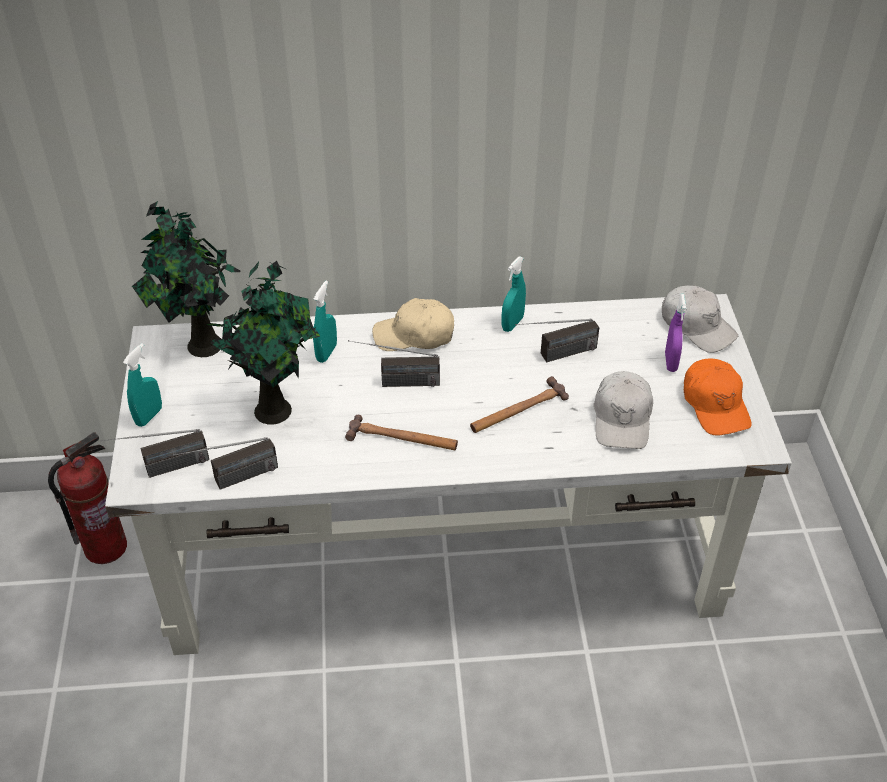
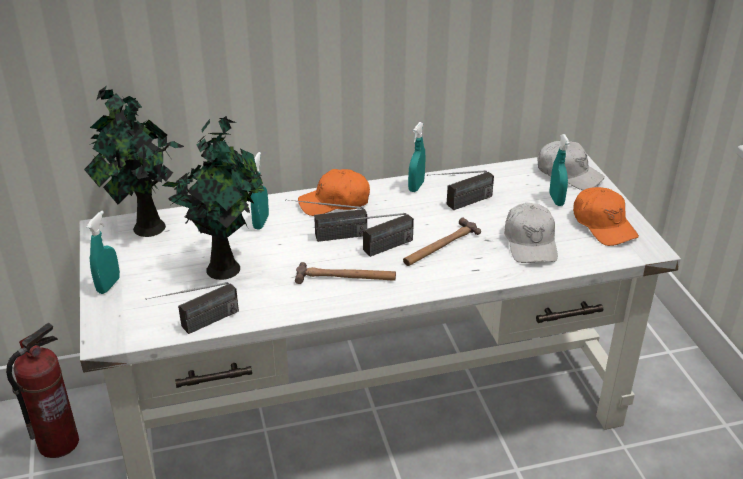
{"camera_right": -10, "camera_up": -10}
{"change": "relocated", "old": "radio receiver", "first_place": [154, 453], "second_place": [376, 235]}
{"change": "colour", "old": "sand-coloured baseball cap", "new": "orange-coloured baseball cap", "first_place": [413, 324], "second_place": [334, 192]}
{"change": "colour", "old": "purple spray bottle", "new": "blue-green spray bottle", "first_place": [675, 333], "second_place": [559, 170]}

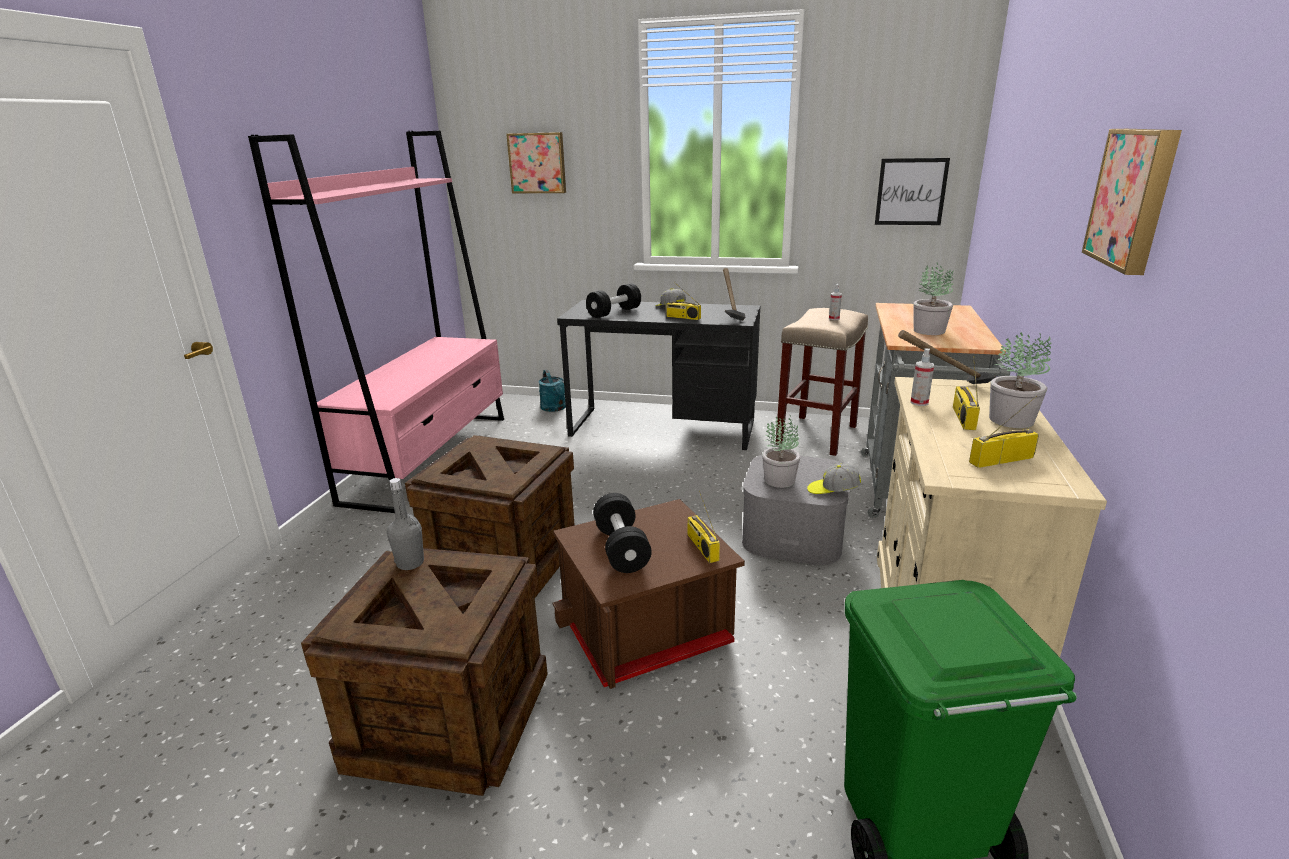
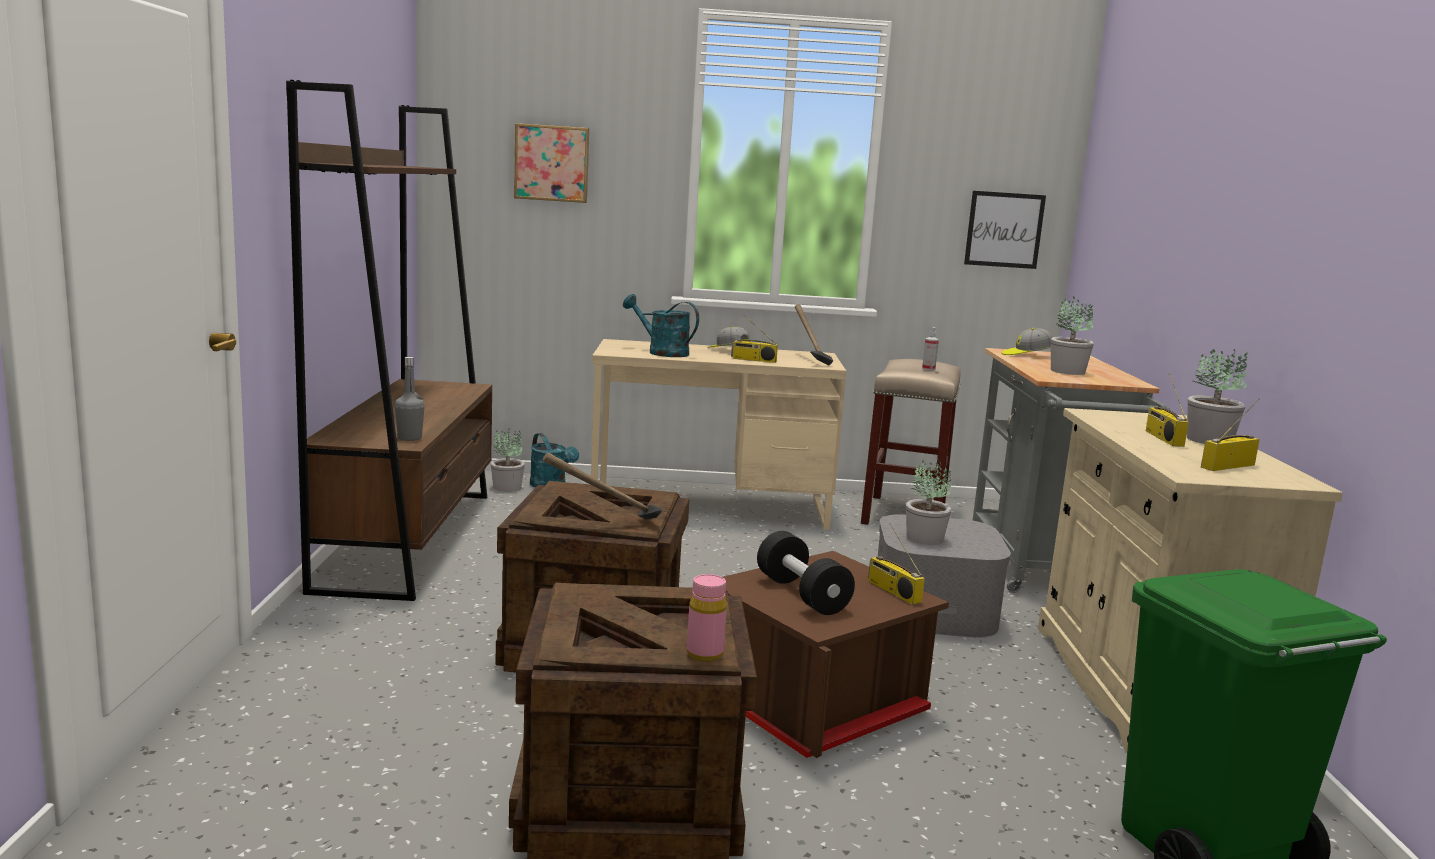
{"camera_right": -15, "camera_up": -10}
{"change": "missing", "old": "spray bottle", "first_place": [922, 377]}
{"change": "missing", "old": "picture", "first_place": [1132, 202]}
{"change": "appeared", "new": "houseplant", "second_place": [507, 460]}
{"change": "appeared", "new": "pinkish beverage bottle", "second_place": [707, 618]}
{"change": "relocated", "old": "greyish beverage bottle", "first_place": [405, 524], "second_place": [410, 399]}
{"change": "relocated", "old": "baseball cap", "first_place": [834, 479], "second_place": [1027, 341]}
{"change": "relocated", "old": "tool hammer", "first_place": [947, 357], "second_place": [603, 486]}
{"change": "exchanged", "old": "blackish dumbbell", "new": "blue-green sprinkling can", "first_place": [613, 300], "second_place": [661, 325]}
{"change": "colour", "old": "pinkish bookcase", "new": "brown bookcase", "first_place": [376, 322], "second_place": [389, 340]}
{"change": "colour", "old": "blackish desk table", "new": "sand-coloured desk table", "first_place": [658, 375], "second_place": [718, 434]}

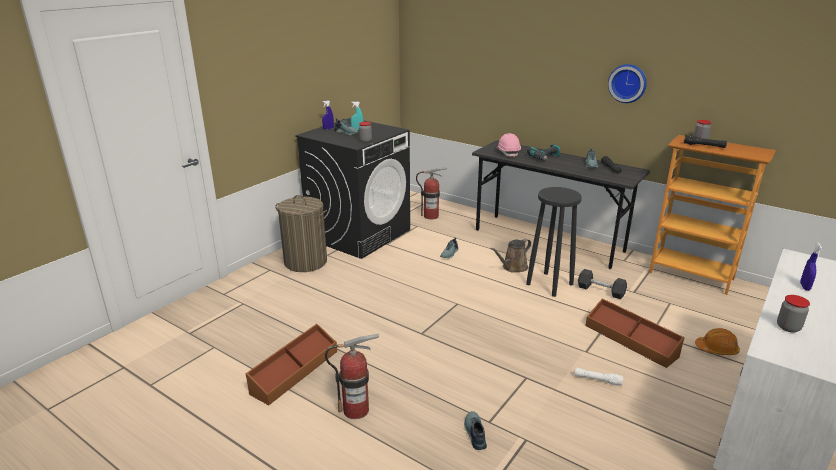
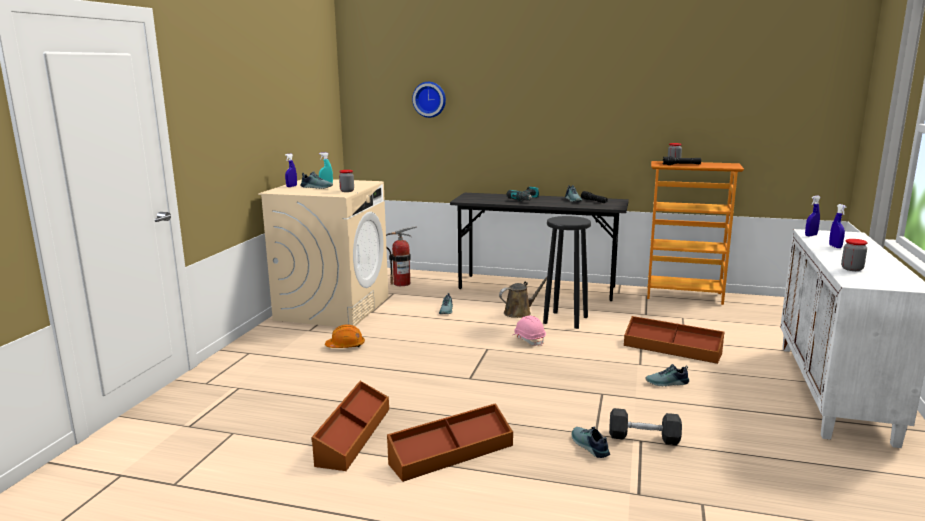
{"camera_right": -20, "camera_up": -10}
{"change": "missing", "old": "laundry basket", "first_place": [301, 233]}
{"change": "appeared", "new": "blue spray bottle", "second_place": [813, 216]}
{"change": "relocated", "old": "pinkish work helmet", "first_place": [508, 145], "second_place": [529, 331]}
{"change": "relocated", "old": "greyish dumbbell", "first_place": [602, 284], "second_place": [645, 426]}
{"change": "relocated", "old": "clock on the wall", "first_place": [627, 83], "second_place": [429, 100]}
{"change": "relocated", "old": "orange-coloured work helmet", "first_place": [717, 341], "second_place": [345, 336]}
{"change": "exchanged", "old": "fire extinguisher", "new": "brown storage box", "first_place": [352, 376], "second_place": [450, 442]}
{"change": "exchanged", "old": "white-coloured hand torch", "new": "item of footwear", "first_place": [599, 377], "second_place": [667, 375]}
{"change": "colour", "old": "blackish washing machine", "new": "sand-coloured washing machine", "first_place": [352, 188], "second_place": [323, 253]}
{"change": "spun", "old": "brown sprinkling can", "first_place": [510, 256], "second_place": [523, 297], "degrees": -150}

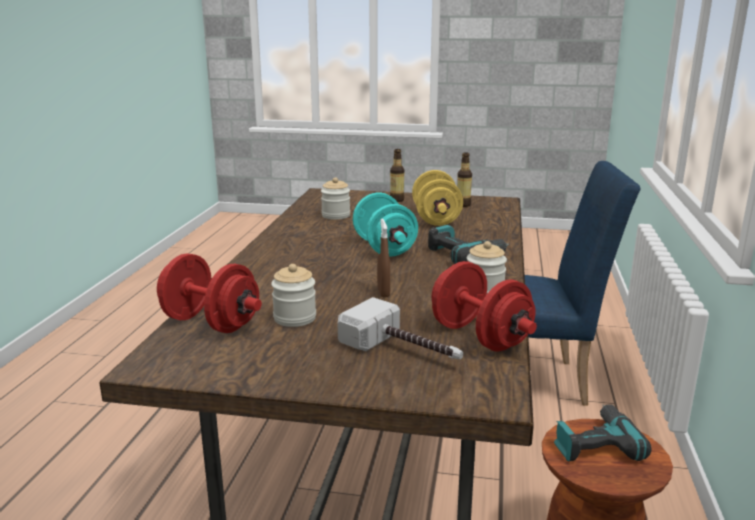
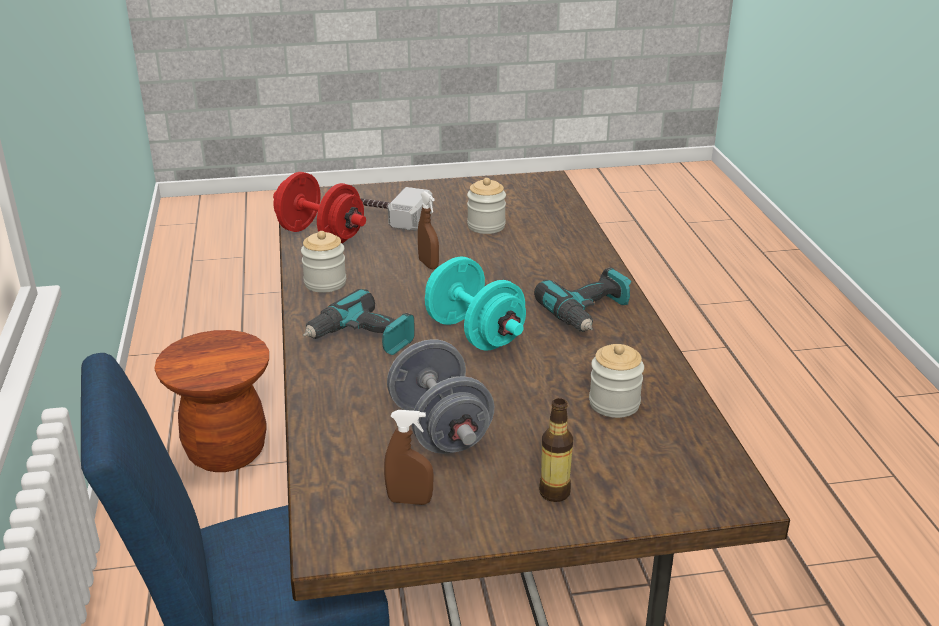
{"camera_right": 160, "camera_up": 10}
{"change": "missing", "old": "red dumbbell", "first_place": [209, 293]}
{"change": "relocated", "old": "drill", "first_place": [603, 433], "second_place": [582, 299]}
{"change": "exchanged", "old": "beverage bottle", "new": "brown spray bottle", "first_place": [464, 179], "second_place": [409, 457]}
{"change": "colour", "old": "yellow-coloured dumbbell", "new": "greyish dumbbell", "first_place": [437, 198], "second_place": [440, 396]}

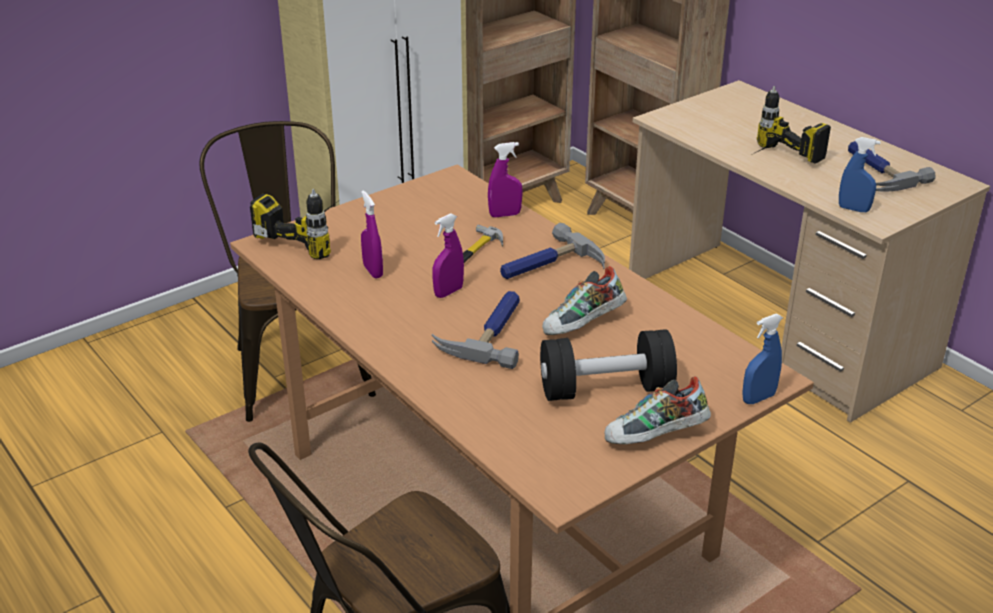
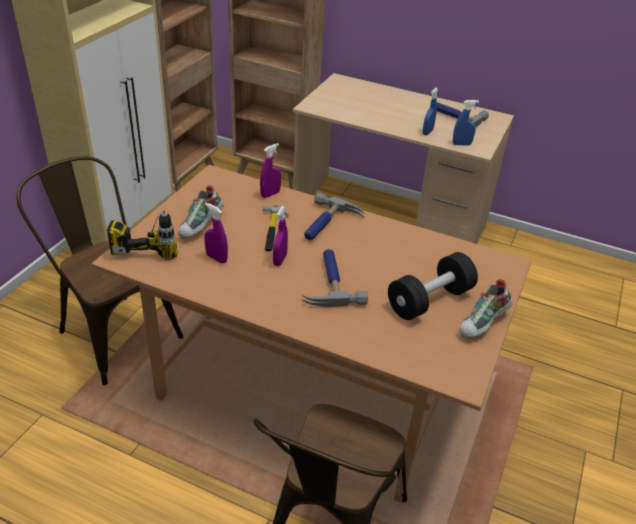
{"camera_right": -30, "camera_up": 5}
{"change": "missing", "old": "drill", "first_place": [792, 125]}
{"change": "relocated", "old": "item of footwear", "first_place": [584, 300], "second_place": [201, 212]}
{"change": "relocated", "old": "blue spray bottle", "first_place": [762, 359], "second_place": [430, 111]}

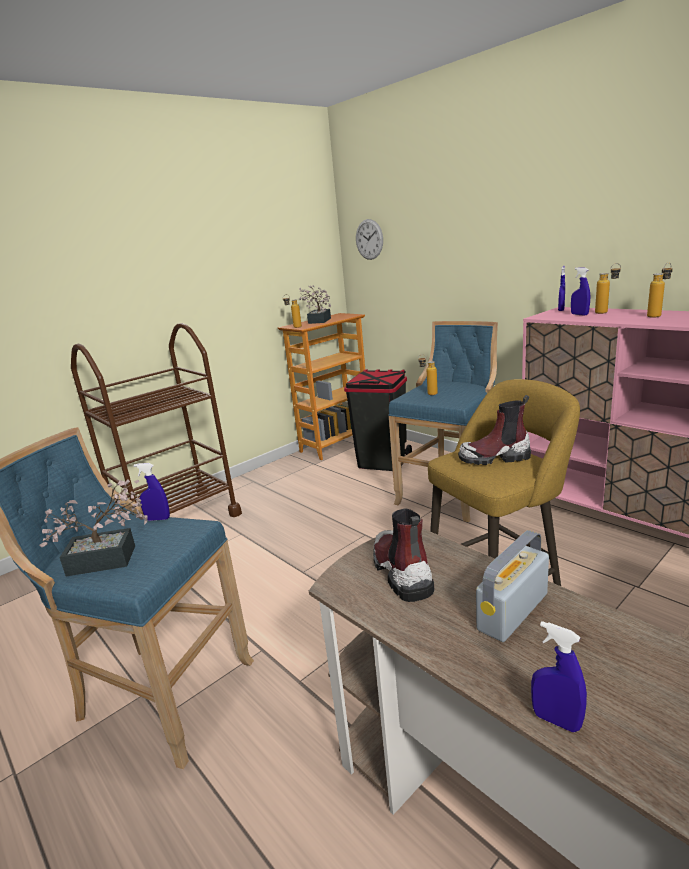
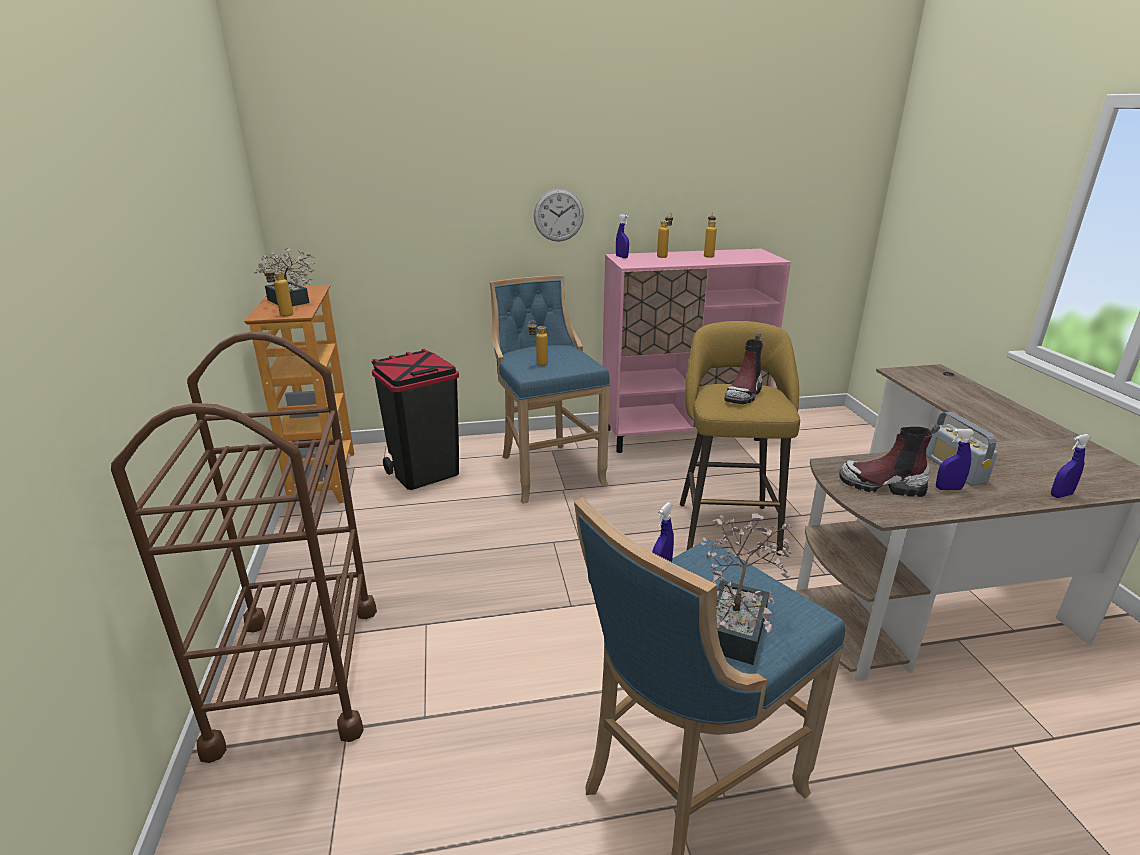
{"camera_right": -60, "camera_up": 5}
{"change": "relocated", "old": "clock on the wall", "first_place": [369, 239], "second_place": [559, 215]}
{"change": "relocated", "old": "blue spray bottle", "first_place": [580, 291], "second_place": [955, 459]}

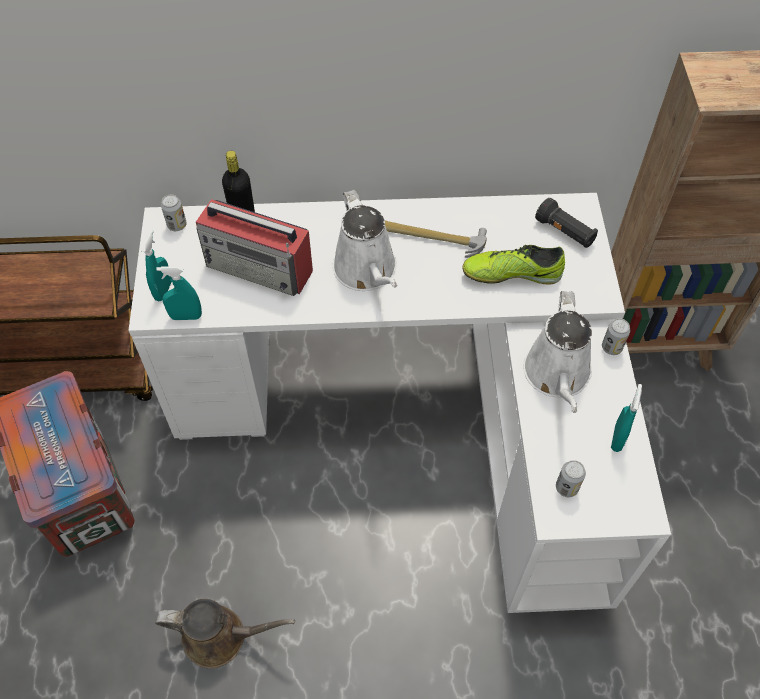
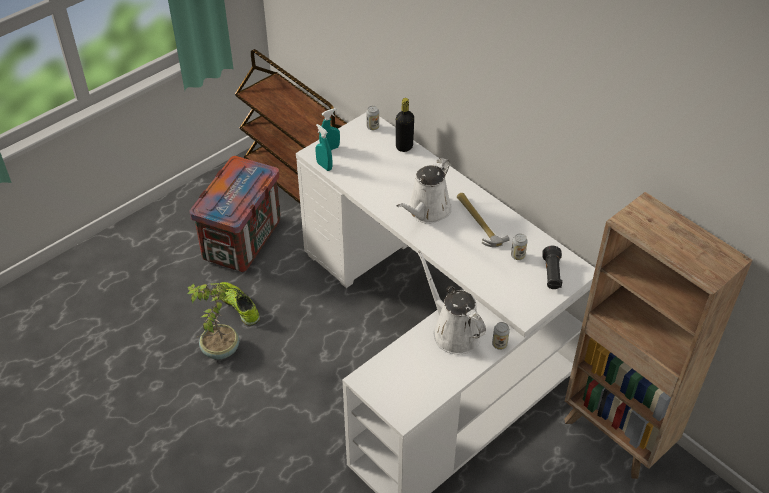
{"camera_right": 50, "camera_up": -10}
{"change": "missing", "old": "radio receiver", "first_place": [254, 247]}
{"change": "missing", "old": "blue-green spray bottle", "first_place": [626, 418]}
{"change": "relocated", "old": "item of footwear", "first_place": [513, 265], "second_place": [238, 304]}
{"change": "relocated", "old": "can", "first_place": [571, 478], "second_place": [519, 246]}
{"change": "exchanged", "old": "brown sprinkling can", "new": "houseplant", "first_place": [225, 634], "second_place": [213, 321]}
{"change": "spun", "old": "white-coloured sprinkling can", "first_place": [557, 352], "second_place": [451, 302], "degrees": 90}

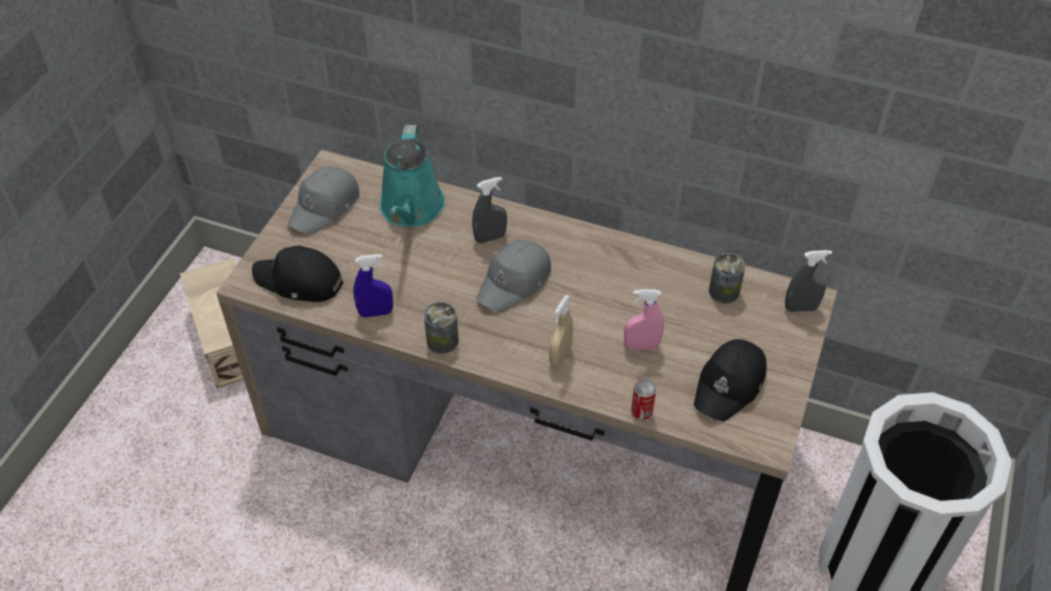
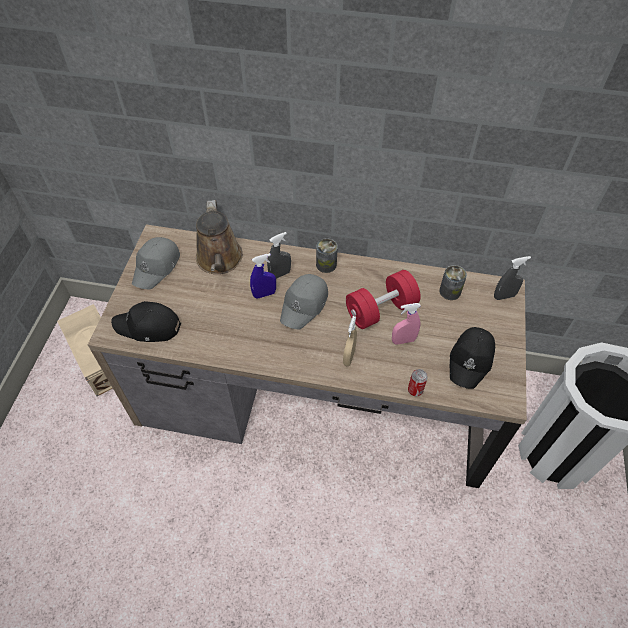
{"camera_right": -10, "camera_up": 5}
{"change": "appeared", "new": "red dumbbell", "second_place": [383, 299]}
{"change": "relocated", "old": "blue spray bottle", "first_place": [373, 286], "second_place": [263, 276]}
{"change": "relocated", "old": "can", "first_place": [441, 328], "second_place": [327, 255]}
{"change": "colour", "old": "blue-green sprinkling can", "new": "brown sprinkling can", "first_place": [412, 176], "second_place": [219, 237]}

